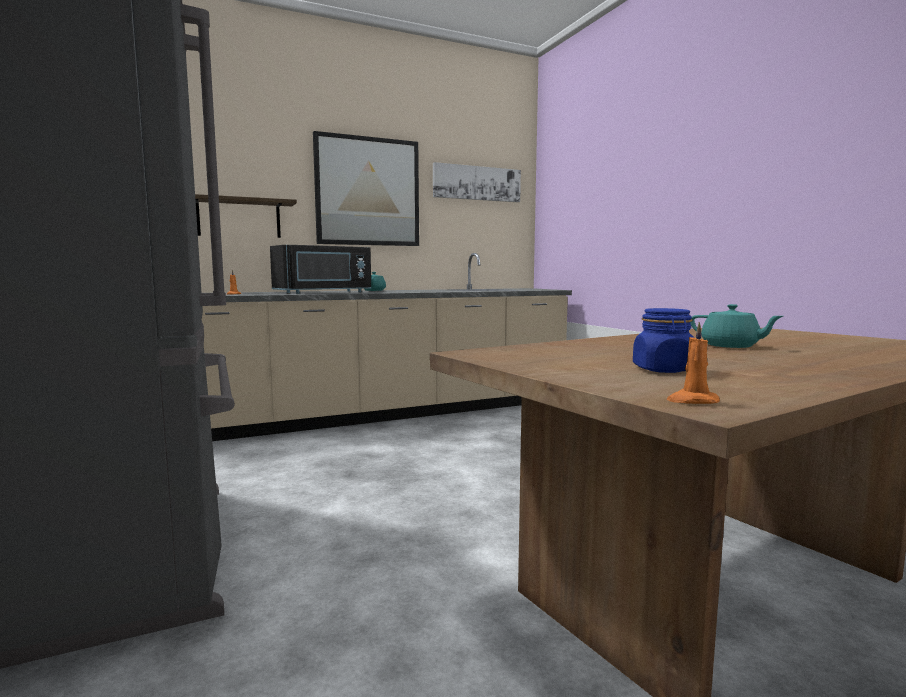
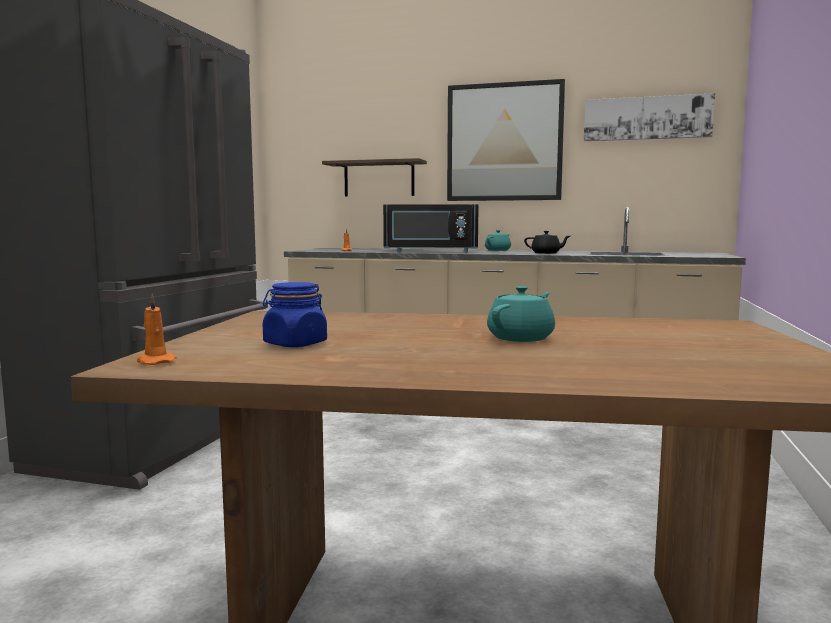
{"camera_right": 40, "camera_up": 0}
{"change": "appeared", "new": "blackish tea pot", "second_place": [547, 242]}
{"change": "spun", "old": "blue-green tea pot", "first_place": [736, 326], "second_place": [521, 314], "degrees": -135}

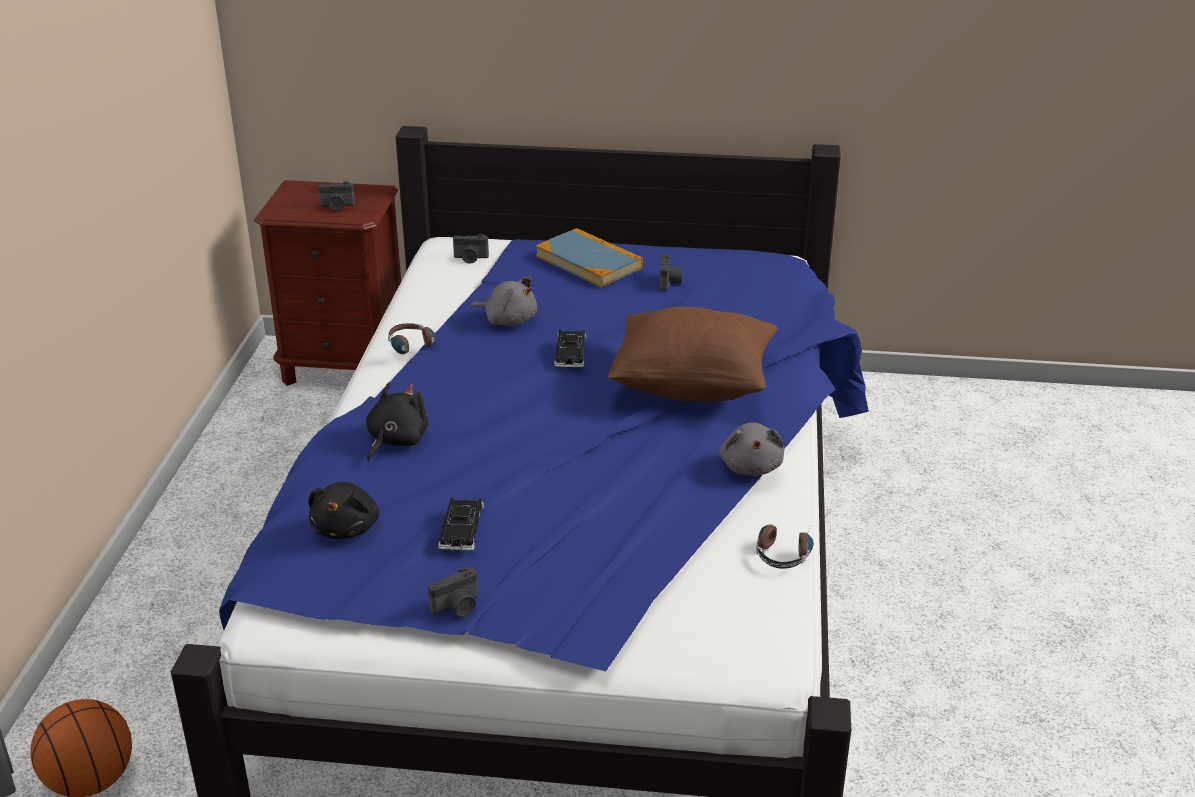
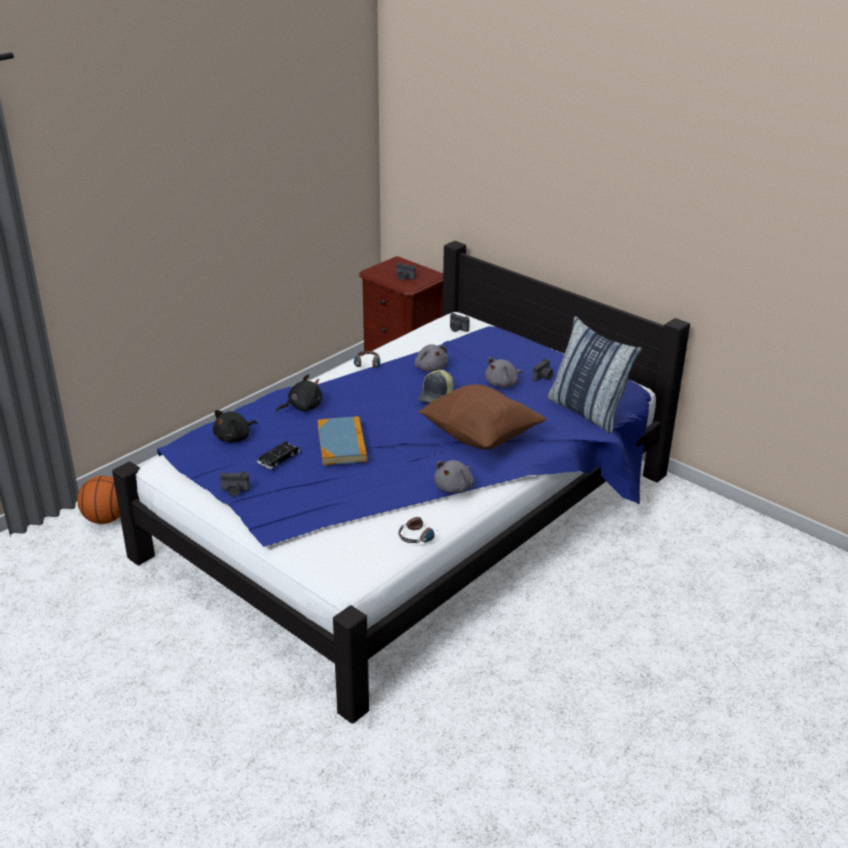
{"camera_right": 35, "camera_up": 0}
{"change": "appeared", "new": "greyish plush toy", "second_place": [504, 372]}
{"change": "appeared", "new": "pillow", "second_place": [594, 375]}
{"change": "relocated", "old": "volume", "first_place": [589, 257], "second_place": [342, 440]}
{"change": "exchanged", "old": "blackish toy car", "new": "baseball cap", "first_place": [570, 348], "second_place": [435, 386]}

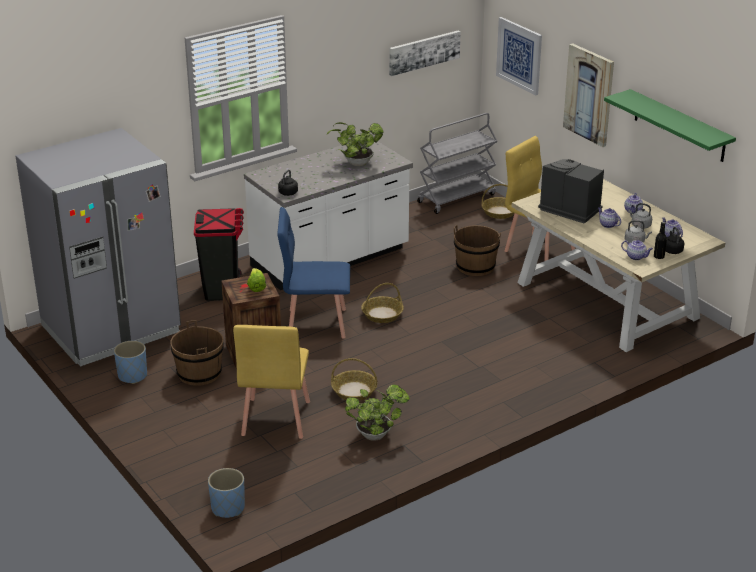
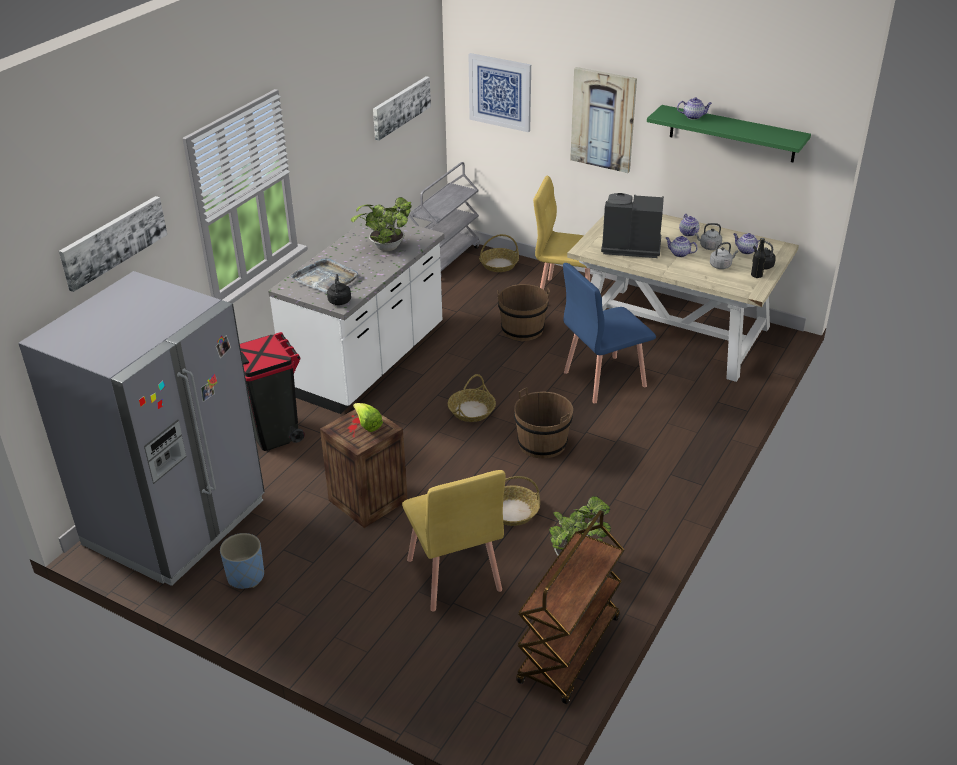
{"camera_right": -25, "camera_up": 5}
{"change": "missing", "old": "blue flower pot", "first_place": [226, 493]}
{"change": "appeared", "new": "picture", "second_place": [113, 244]}
{"change": "appeared", "new": "greyish carrying tray", "second_place": [324, 275]}
{"change": "appeared", "new": "brown cart", "second_place": [570, 607]}
{"change": "relocated", "old": "brown pail", "first_place": [197, 353], "second_place": [543, 423]}
{"change": "relocated", "old": "blue upright chair", "first_place": [313, 273], "second_place": [609, 333]}
{"change": "relocated", "old": "tea pot", "first_place": [637, 250], "second_place": [694, 108]}

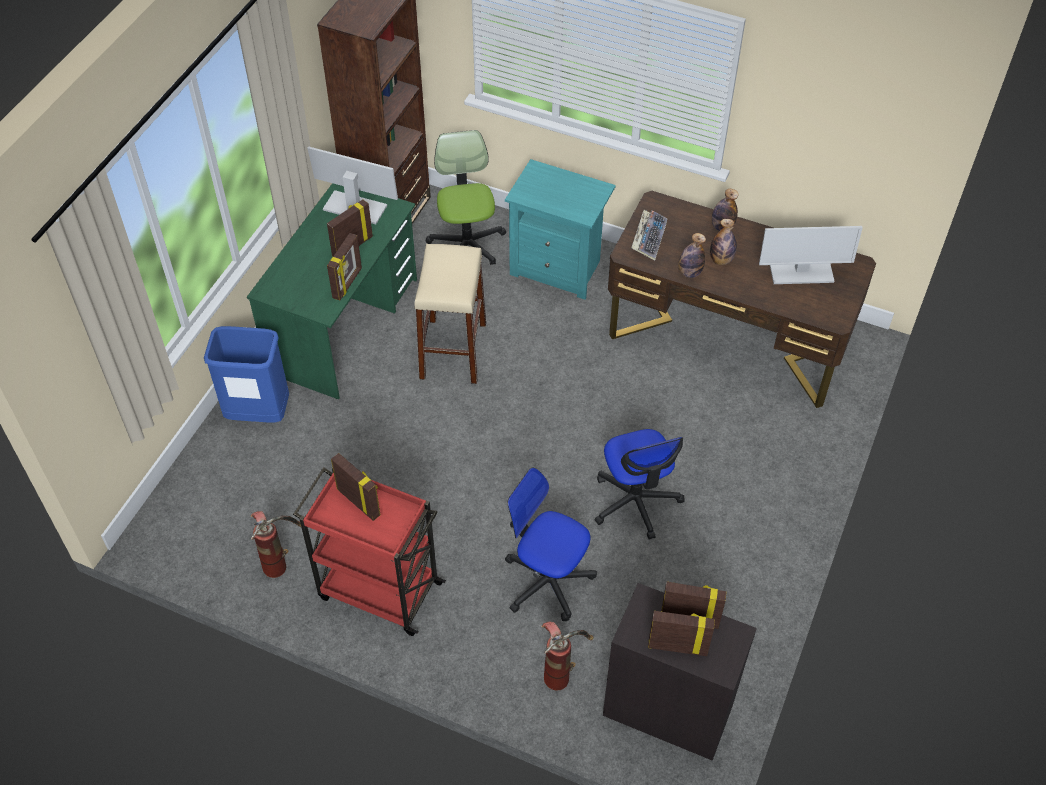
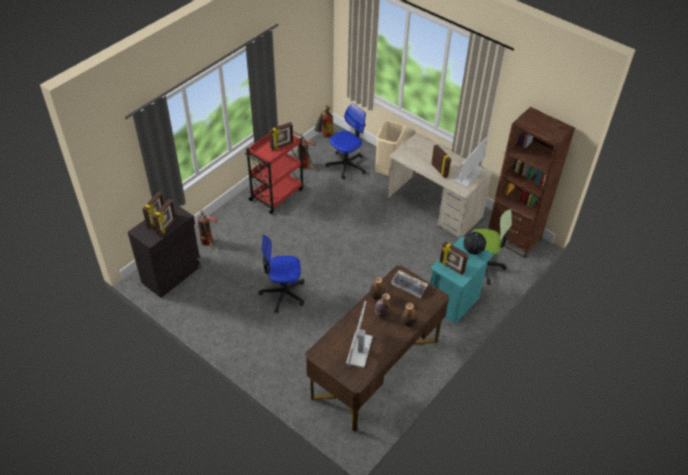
{"camera_right": 105, "camera_up": -5}
{"change": "missing", "old": "sand-coloured stool", "first_place": [450, 314]}
{"change": "appeared", "new": "fire extinguisher", "second_place": [323, 121]}
{"change": "appeared", "new": "globe", "second_place": [474, 243]}
{"change": "relocated", "old": "standing frame", "first_place": [344, 266], "second_place": [454, 258]}
{"change": "relocated", "old": "desk chair", "first_place": [551, 544], "second_place": [345, 142]}
{"change": "colour", "old": "blue rubbish bin", "new": "sand-coloured rubbish bin", "first_place": [246, 374], "second_place": [390, 148]}
{"change": "colour", "old": "green desk table", "new": "sand-coloured desk table", "first_place": [332, 291], "second_place": [440, 186]}

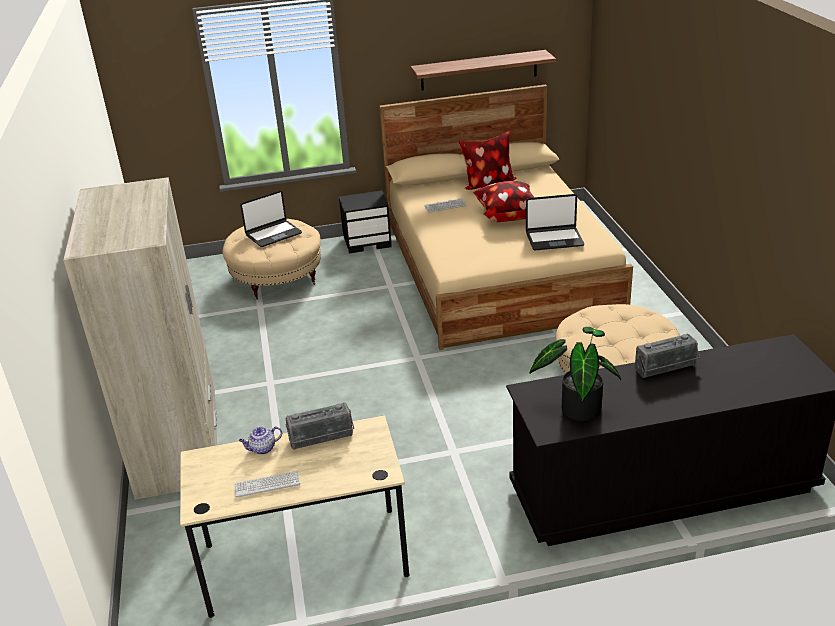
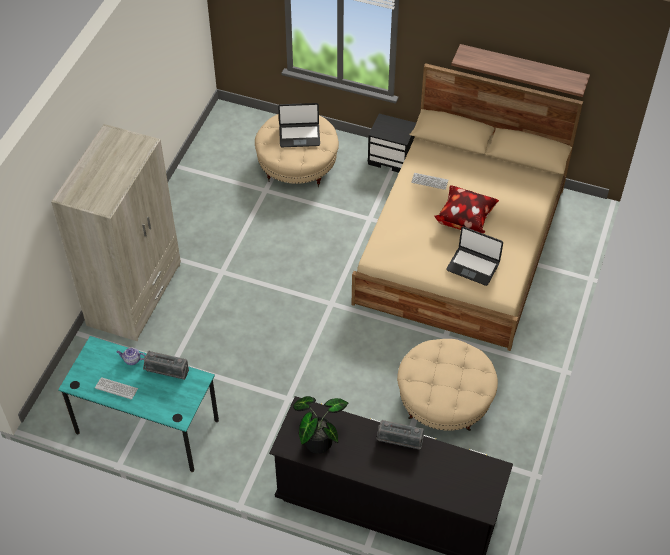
{"camera_right": 30, "camera_up": 20}
{"change": "missing", "old": "pillow", "first_place": [487, 160]}
{"change": "colour", "old": "sand-coloured desk table", "new": "blue-green desk table", "first_place": [294, 516], "second_place": [138, 404]}

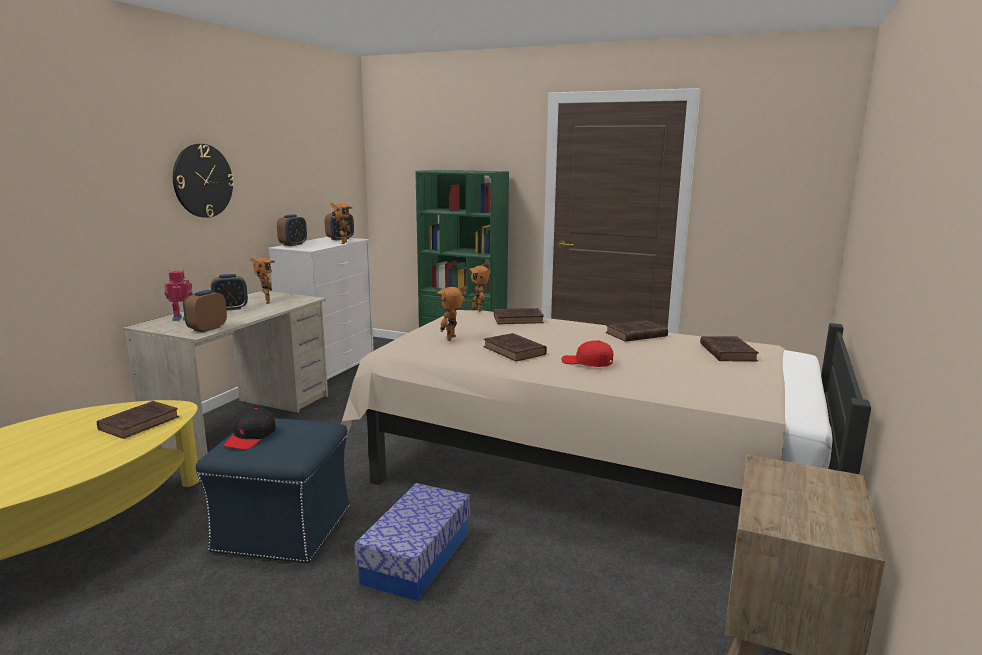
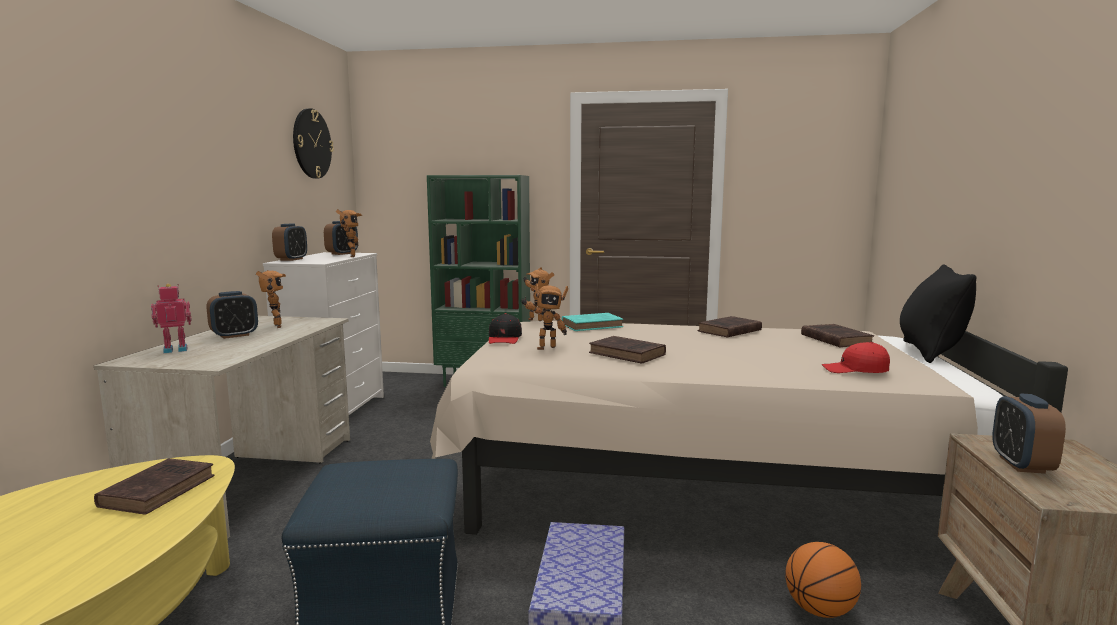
{"camera_right": -15, "camera_up": -5}
{"change": "appeared", "new": "basketball ball", "second_place": [823, 580]}
{"change": "appeared", "new": "blackish pillow", "second_place": [938, 313]}
{"change": "relocated", "old": "clock on the wall", "first_place": [203, 181], "second_place": [313, 143]}
{"change": "relocated", "old": "table clock", "first_place": [205, 311], "second_place": [1029, 434]}
{"change": "relocated", "old": "blackish baseball cap", "first_place": [249, 429], "second_place": [505, 328]}
{"change": "relocated", "old": "red baseball cap", "first_place": [587, 353], "second_place": [856, 357]}
{"change": "colour", "old": "brown volume", "new": "blue-green volume", "first_place": [519, 316], "second_place": [592, 322]}
{"change": "spun", "old": "robot figure", "first_place": [451, 313], "second_place": [544, 316], "degrees": -120}

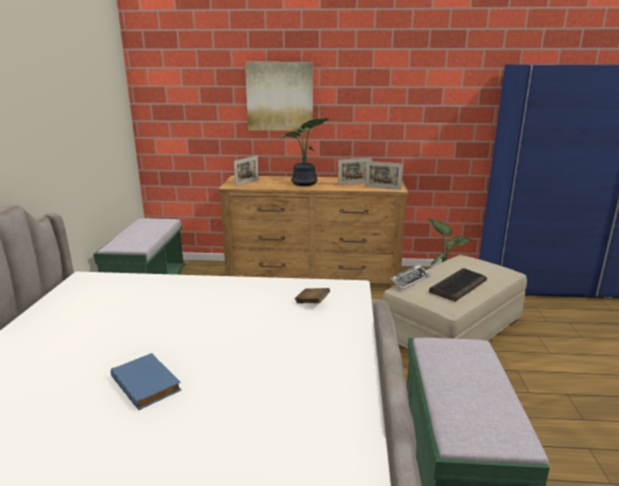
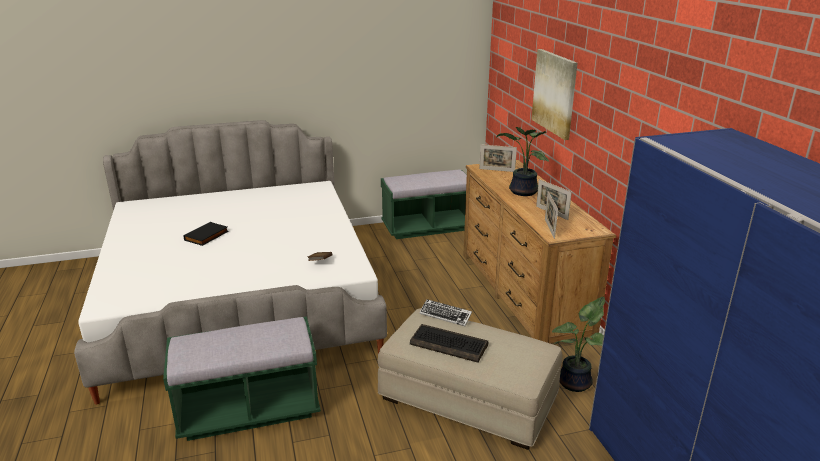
{"camera_right": 70, "camera_up": 5}
{"change": "colour", "old": "blue volume", "new": "blackish volume", "first_place": [146, 381], "second_place": [206, 234]}

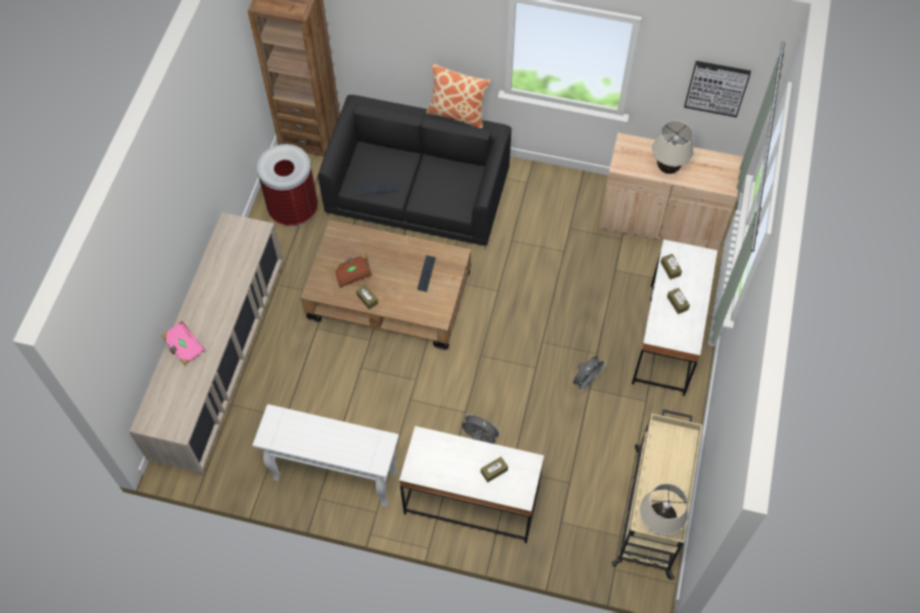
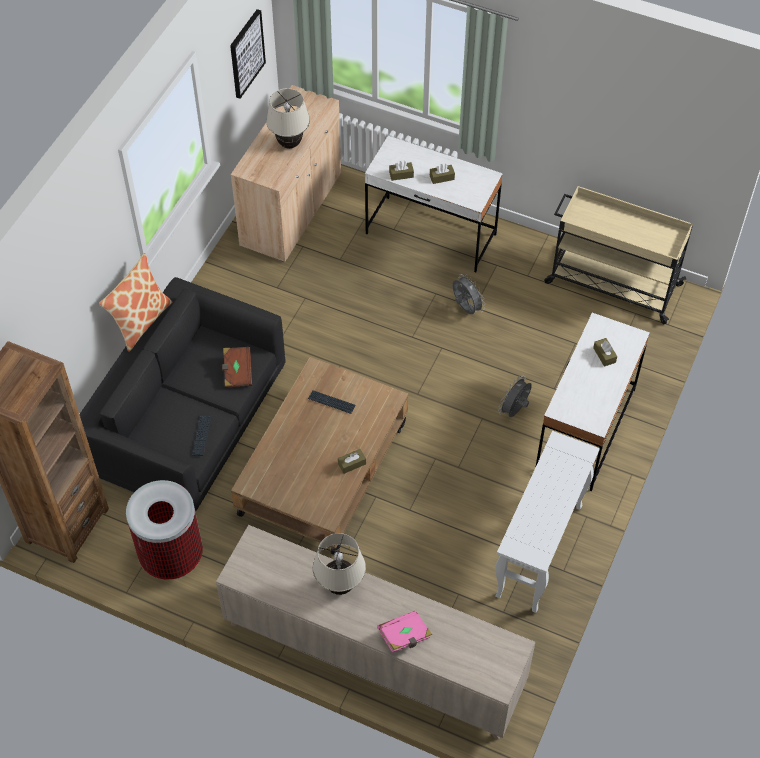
{"camera_right": -80, "camera_up": -5}
{"change": "relocated", "old": "brown volume", "first_place": [353, 270], "second_place": [237, 367]}
{"change": "relocated", "old": "sand-coloured lamp for a table", "first_place": [664, 509], "second_place": [339, 564]}

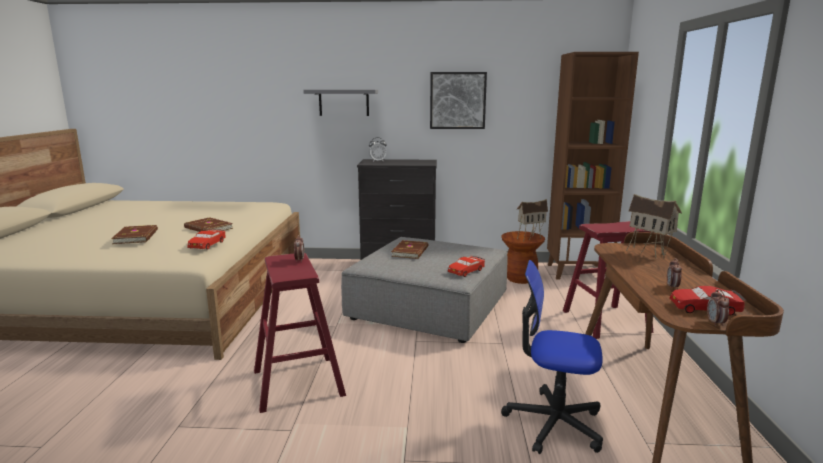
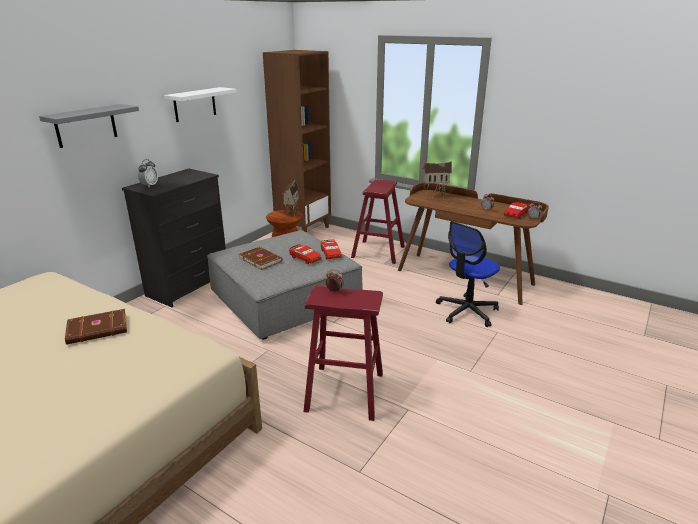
{"camera_right": -60, "camera_up": 10}
{"change": "missing", "old": "brown volume", "first_place": [134, 234]}
{"change": "relocated", "old": "red toy car", "first_place": [206, 239], "second_place": [305, 254]}
{"change": "exchanged", "old": "picture", "new": "white-coloured wall shelf", "first_place": [458, 100], "second_place": [200, 104]}

